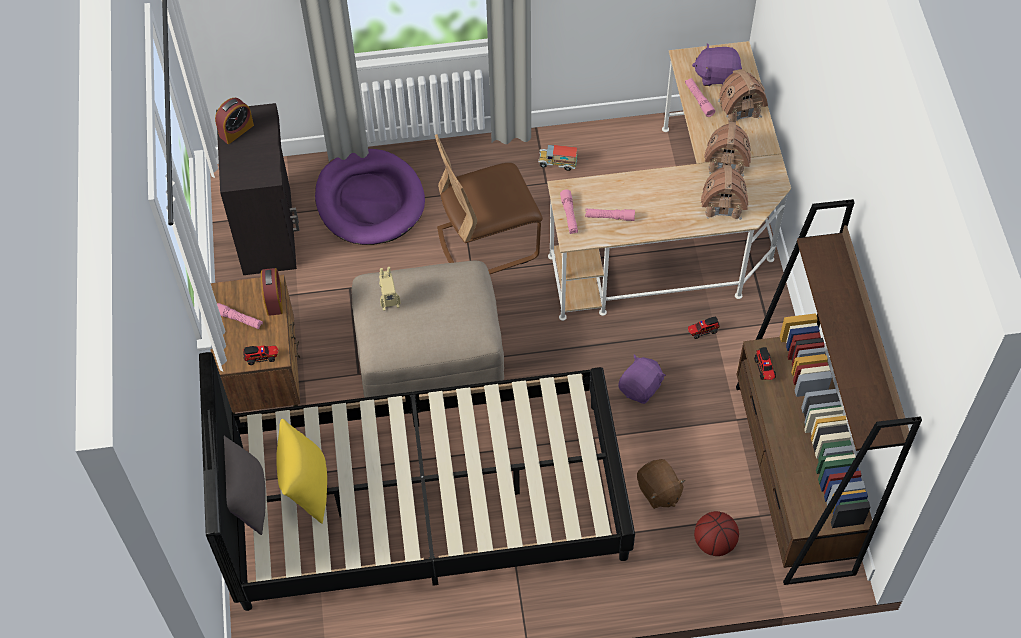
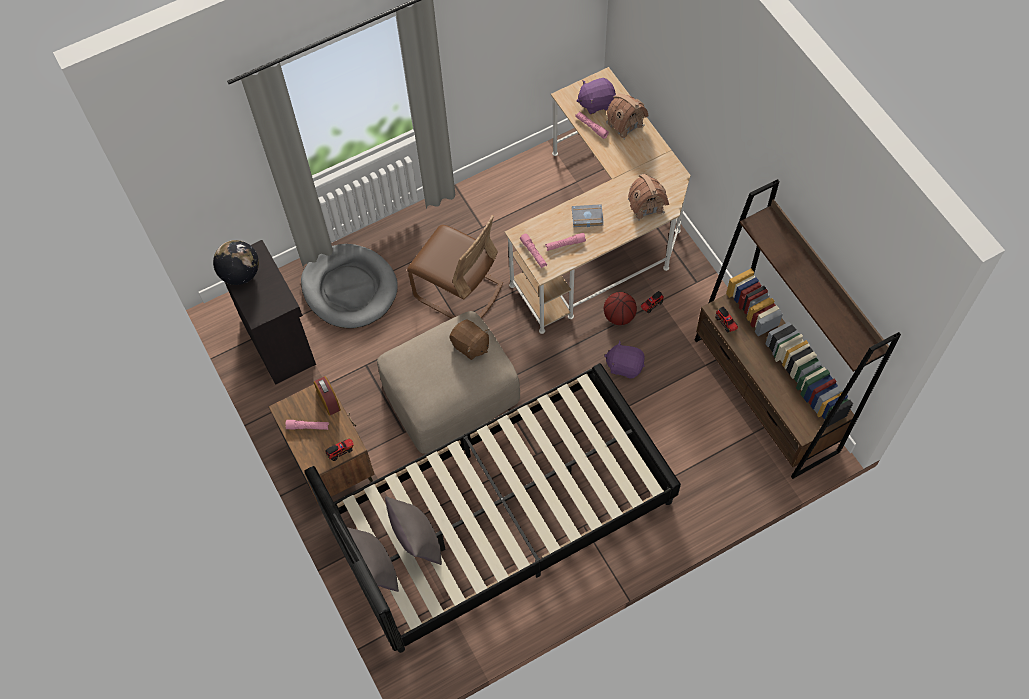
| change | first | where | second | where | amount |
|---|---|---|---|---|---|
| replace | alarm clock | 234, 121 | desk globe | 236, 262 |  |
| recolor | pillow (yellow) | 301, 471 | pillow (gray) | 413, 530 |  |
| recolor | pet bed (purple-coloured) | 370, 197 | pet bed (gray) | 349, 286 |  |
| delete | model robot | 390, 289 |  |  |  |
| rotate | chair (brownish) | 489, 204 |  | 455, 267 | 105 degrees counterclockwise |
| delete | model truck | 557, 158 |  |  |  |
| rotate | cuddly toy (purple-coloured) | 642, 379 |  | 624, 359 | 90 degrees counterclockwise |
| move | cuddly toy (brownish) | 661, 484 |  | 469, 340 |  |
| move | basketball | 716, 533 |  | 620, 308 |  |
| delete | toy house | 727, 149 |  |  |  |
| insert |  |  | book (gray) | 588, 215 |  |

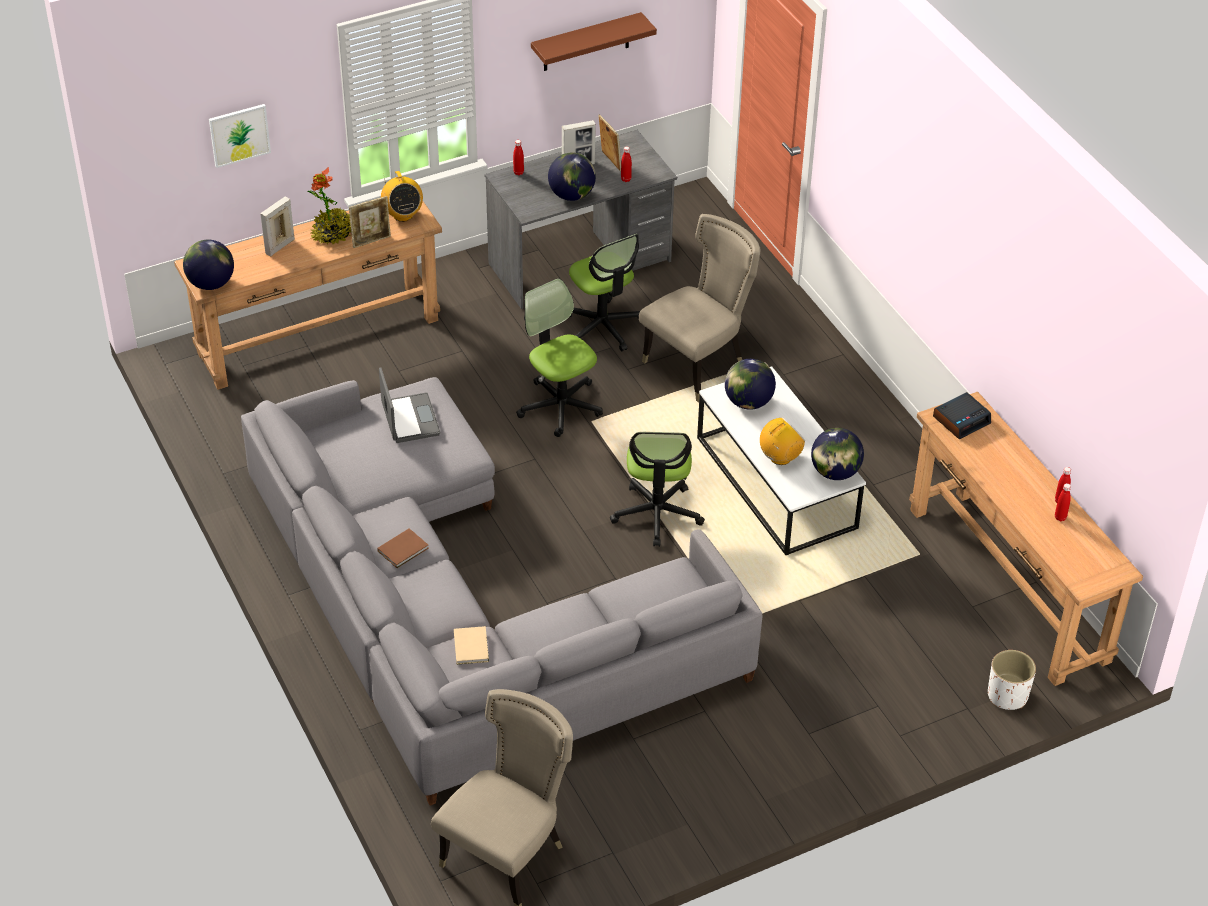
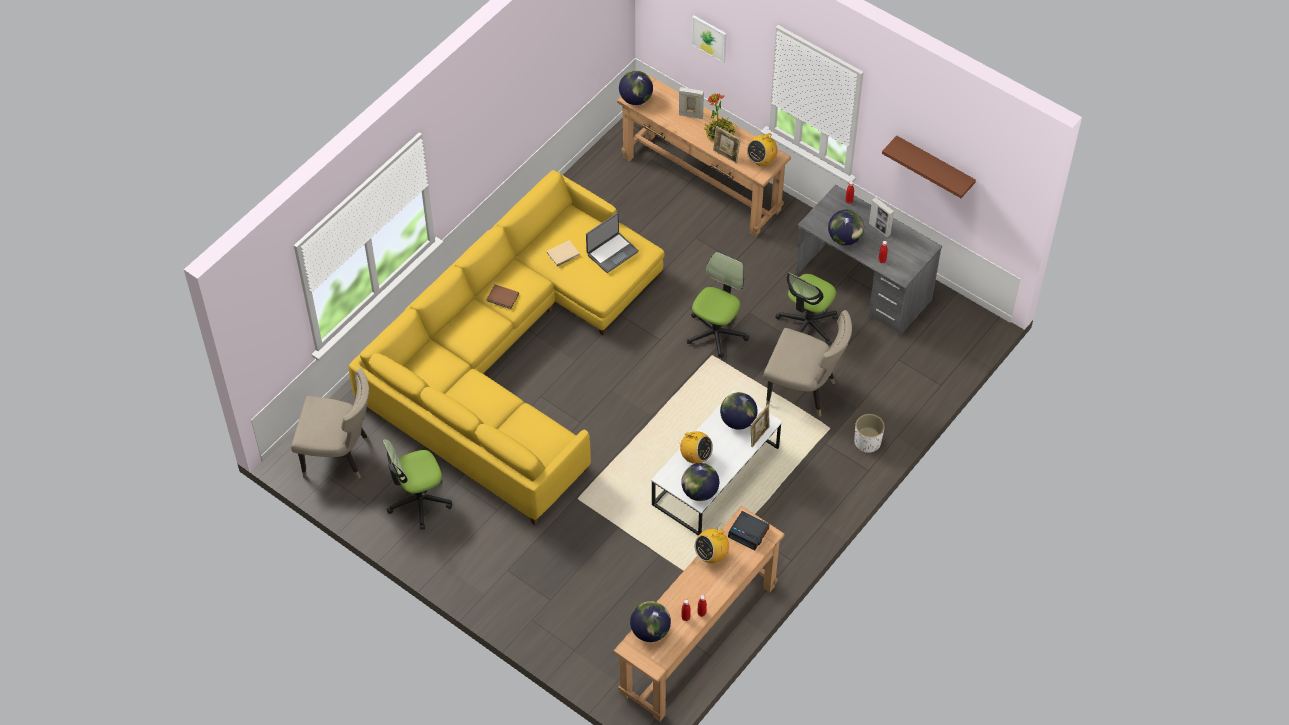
| change | first | where | second | where | amount |
|---|---|---|---|---|---|
| recolor | sofa (gray) | 502, 591 | sofa (yellow) | 507, 347 |  |
| move | book (beige-coloured) | 471, 645 |  | 563, 253 |  |
| move | standing frame | 609, 143 |  | 760, 425 |  |
| move | computer chair | 657, 489 |  | 417, 484 |  |
| move | plant pot (white) | 1012, 680 |  | 869, 433 |  |
| insert |  |  | desk globe | 650, 621 |  |
| insert |  |  | radio receiver | 712, 543 |  |

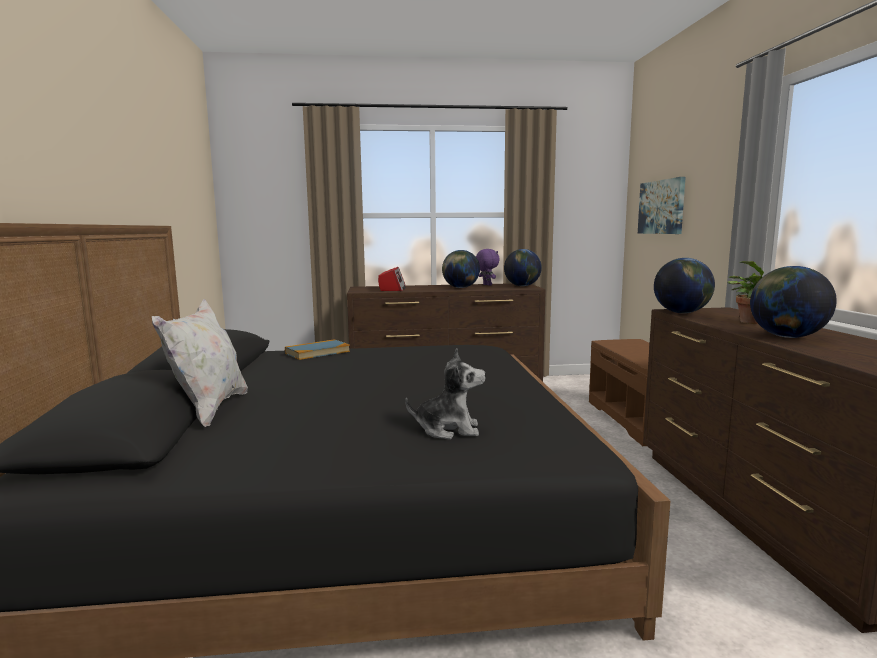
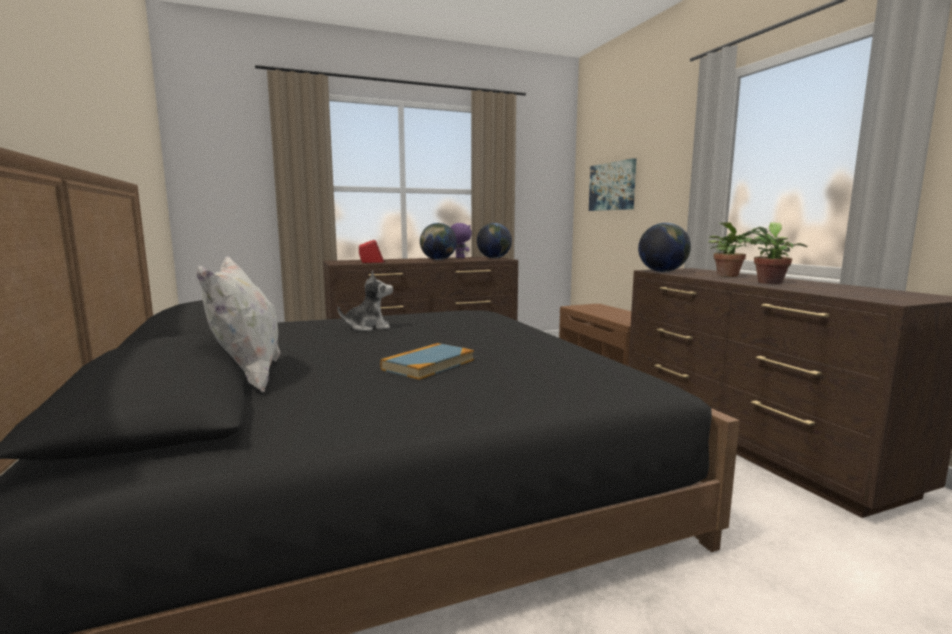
| change | first | where | second | where | amount |
|---|---|---|---|---|---|
| move | book | 317, 349 |  | 427, 361 |  |
| move | cuddly toy | 445, 393 |  | 365, 301 |  |
| replace | desk globe | 793, 302 | plant in a pot | 777, 253 |  |

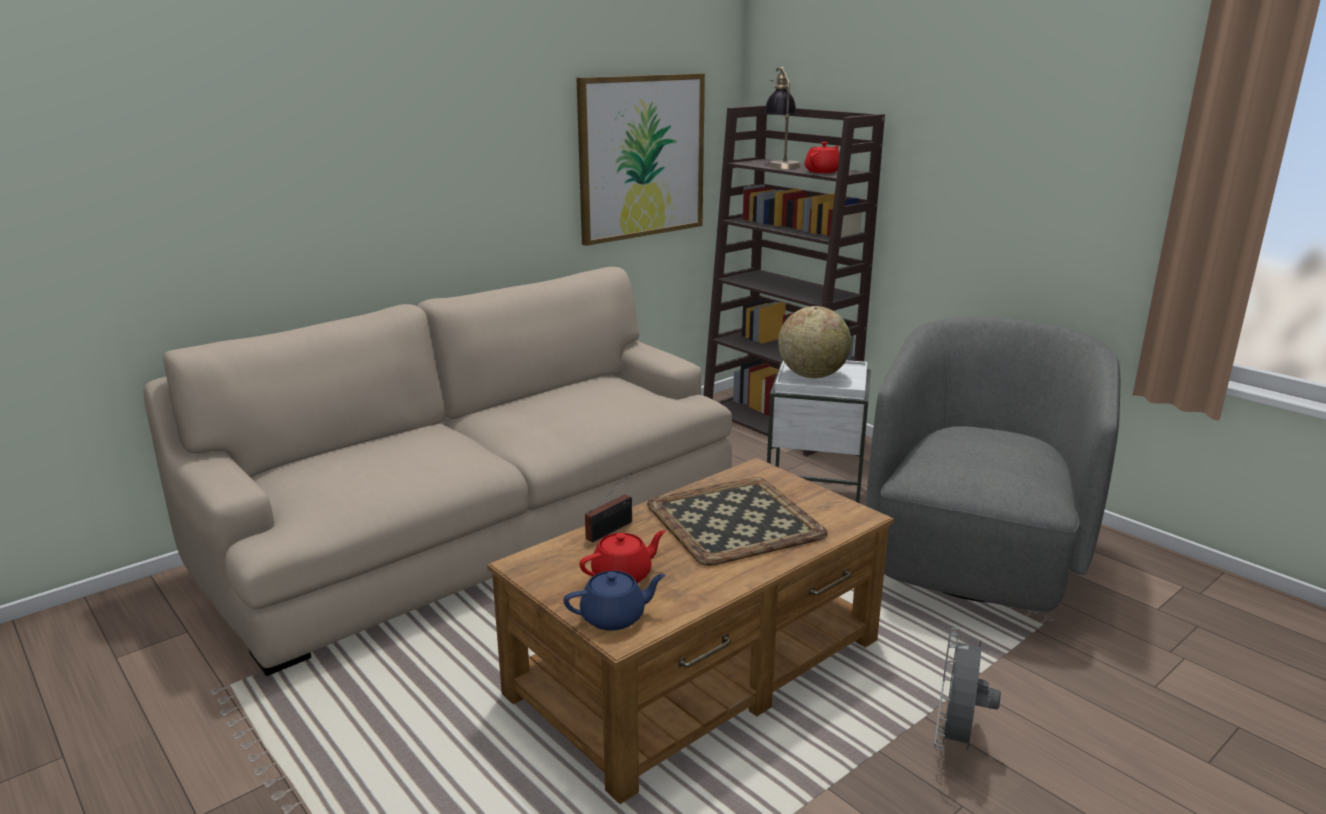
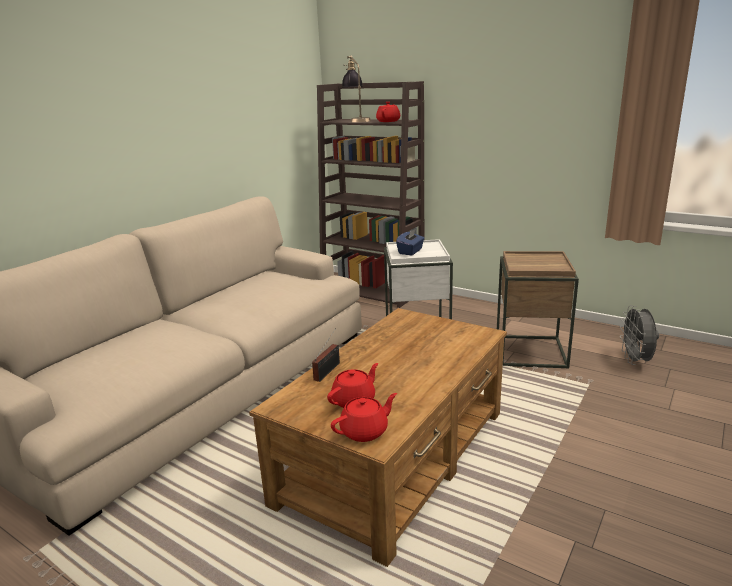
| change | first | where | second | where | amount |
|---|---|---|---|---|---|
| recolor | pot for tea (blue) | 615, 601 | pot for tea (red) | 364, 417 |  |
| delete | wall art | 640, 159 |  |  |  |
| delete | carrying tray | 737, 521 |  |  |  |
| replace | desk globe | 814, 342 | tissue box (blue) | 410, 242 |  |
| replace | easy chair (gray) | 993, 464 | end table (brownish) | 538, 310 |  |
| move | fan (gray) | 967, 689 |  | 639, 335 |  |

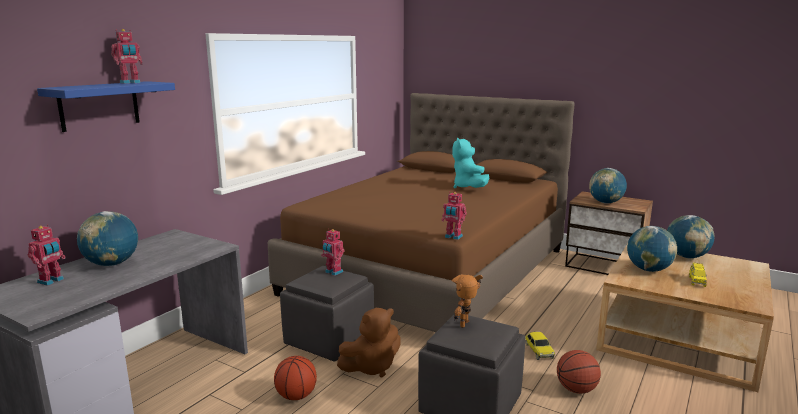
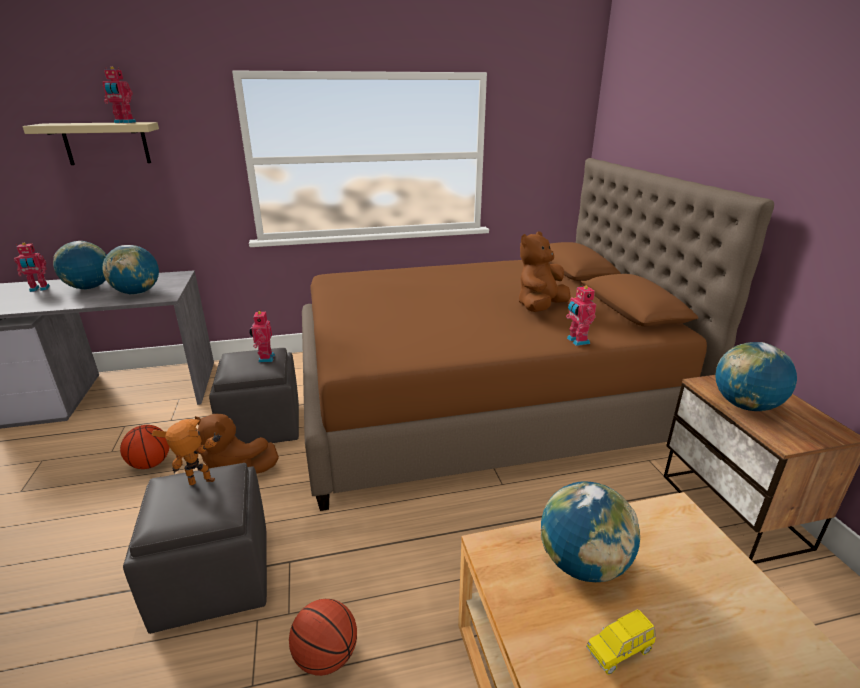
| change | first | where | second | where | amount |
|---|---|---|---|---|---|
| recolor | shelf (blue) | 106, 106 | shelf (beige-coloured) | 90, 143 |  |
| move | model robot | 454, 216 |  | 581, 315 |  |
| recolor | cuddly toy (blue-green) | 470, 163 | cuddly toy (brownish) | 545, 271 |  |
| delete | model car | 540, 346 |  |  |  |
| move | desk globe | 691, 236 |  | 130, 270 |  |

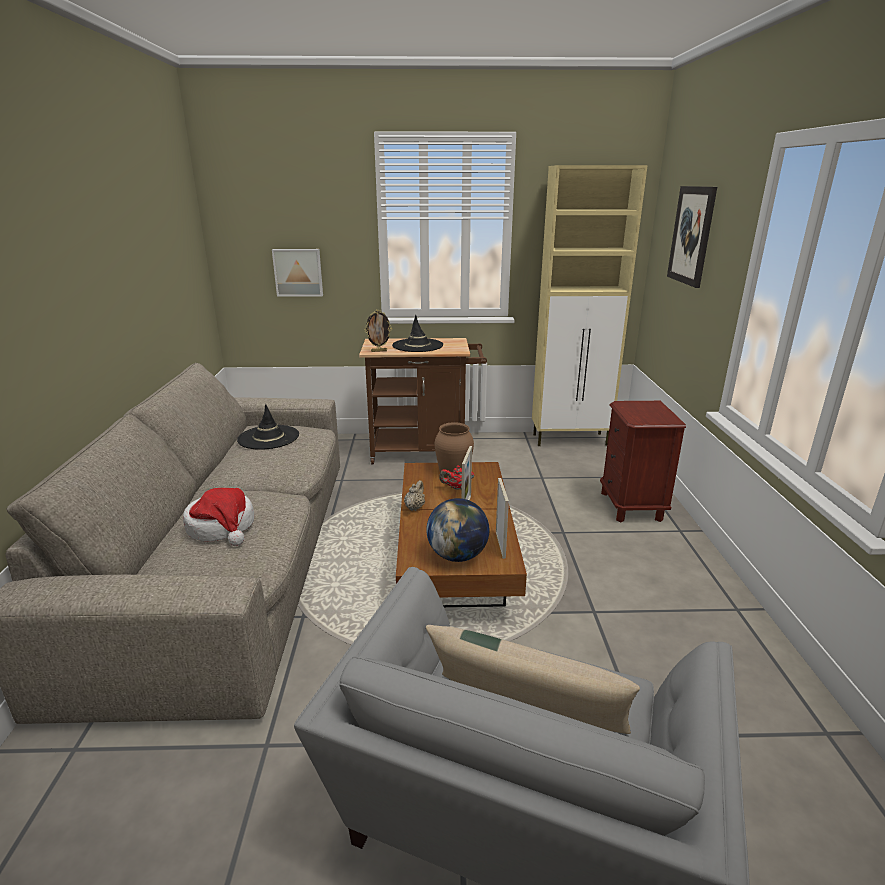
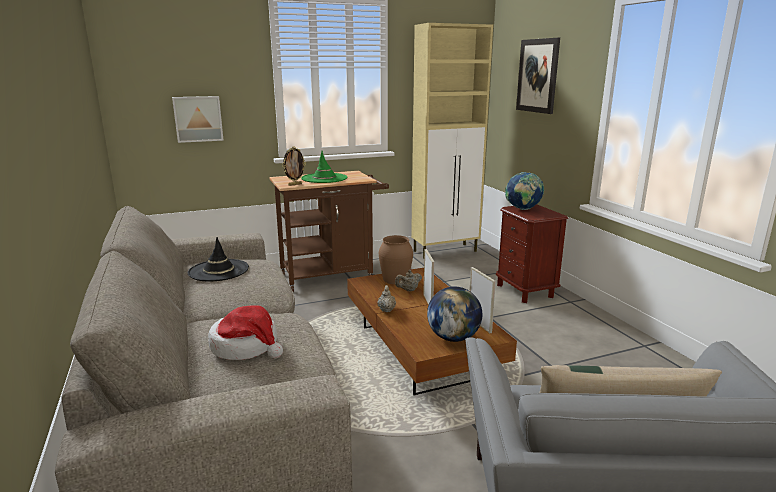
| change | first | where | second | where | amount |
|---|---|---|---|---|---|
| recolor | clothing hat (black) | 417, 333 | clothing hat (greenish) | 324, 167 |  |
| recolor | pot for tea (red) | 456, 478 | pot for tea (beige-coloured) | 408, 280 |  |
| insert |  |  | desk globe | 524, 191 |  |

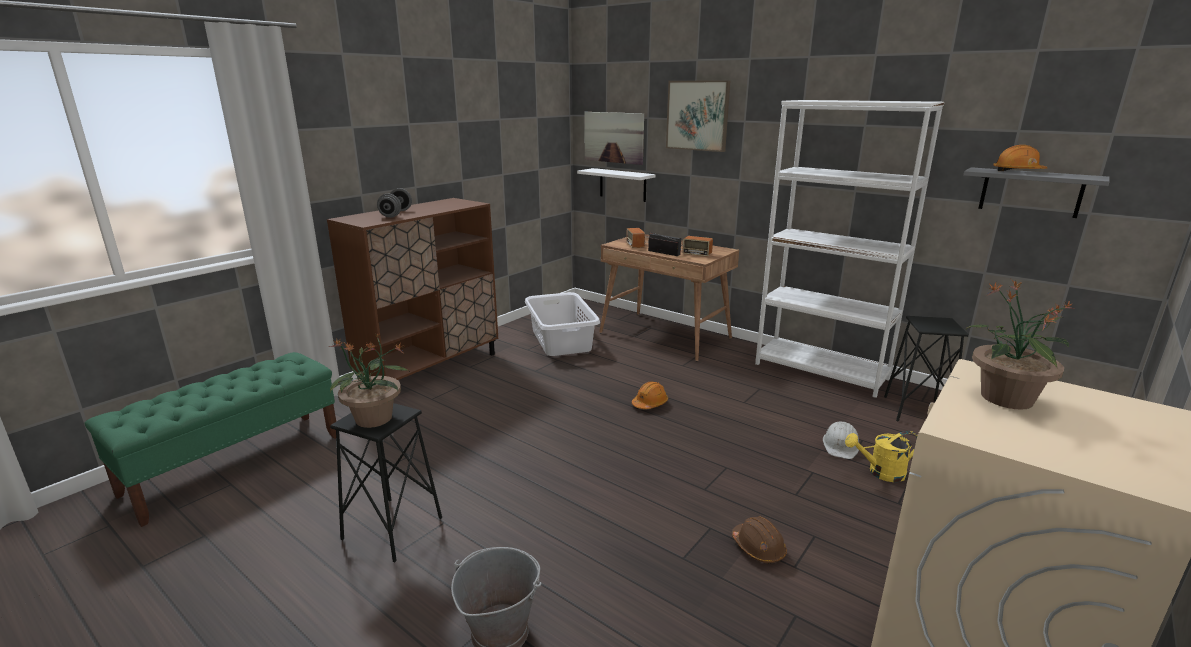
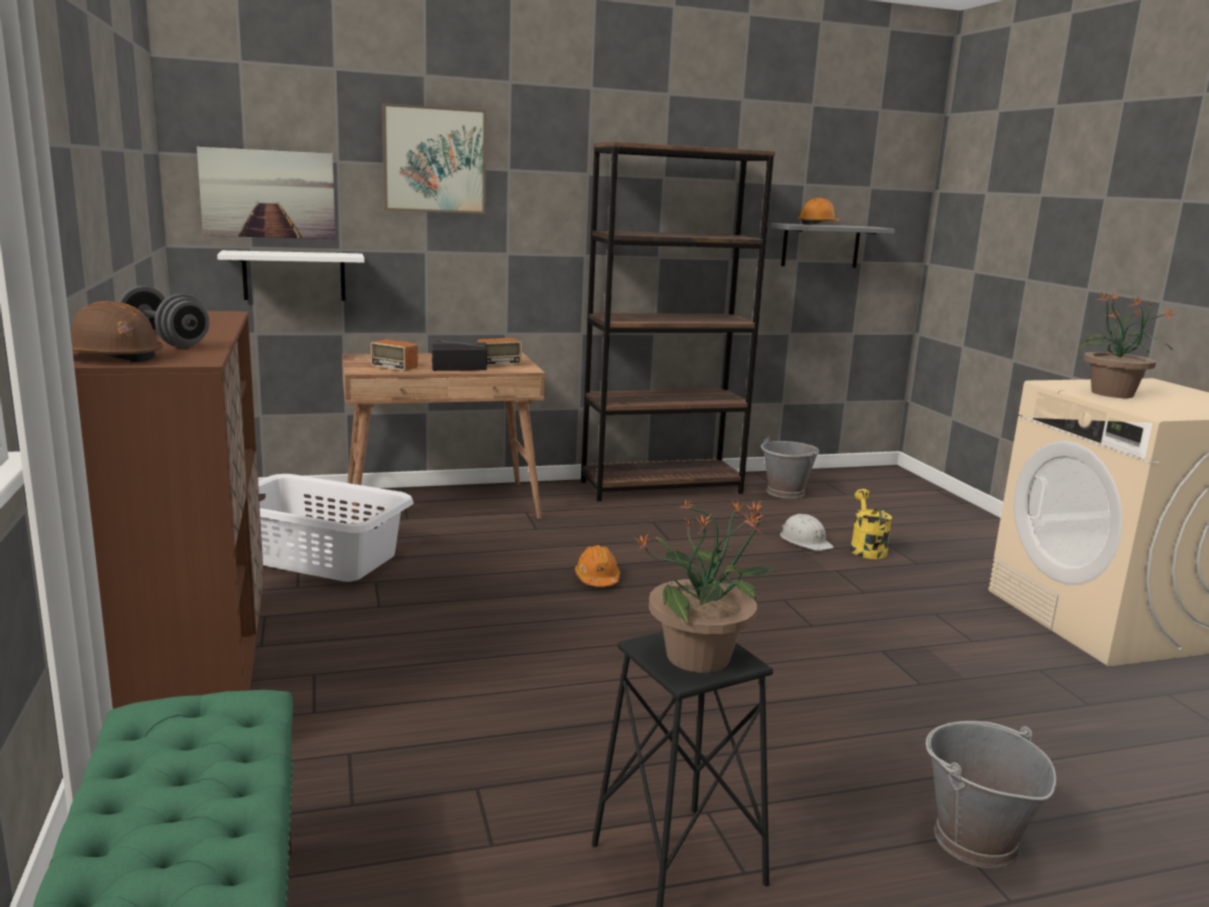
| change | first | where | second | where | amount |
|---|---|---|---|---|---|
| move | safety helmet (brownish) | 759, 539 |  | 117, 332 |  |
| recolor | bookshelf (white) | 849, 249 | bookshelf (brownish) | 678, 321 |  |
| rotate | sprinkling can (yellow) | 881, 456 |  | 871, 524 | 150 degrees clockwise |
| replace | stool seat (black) | 926, 368 | water bucket (gray) | 790, 467 |  |

